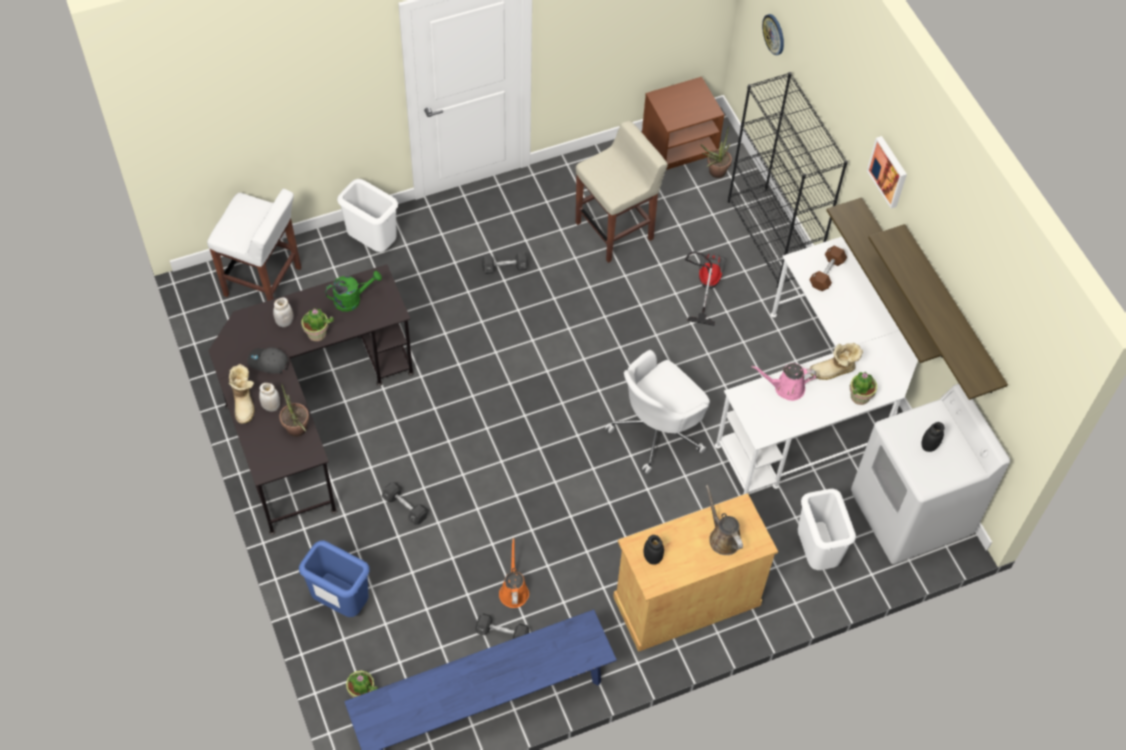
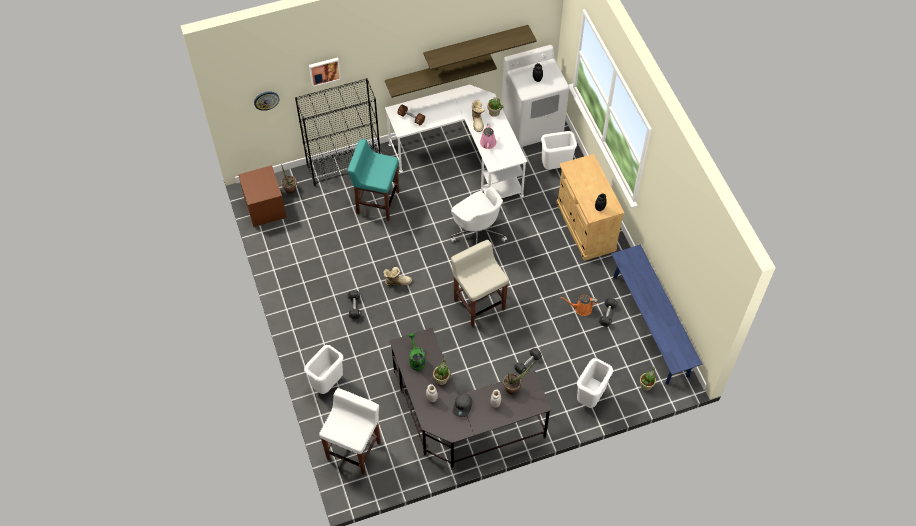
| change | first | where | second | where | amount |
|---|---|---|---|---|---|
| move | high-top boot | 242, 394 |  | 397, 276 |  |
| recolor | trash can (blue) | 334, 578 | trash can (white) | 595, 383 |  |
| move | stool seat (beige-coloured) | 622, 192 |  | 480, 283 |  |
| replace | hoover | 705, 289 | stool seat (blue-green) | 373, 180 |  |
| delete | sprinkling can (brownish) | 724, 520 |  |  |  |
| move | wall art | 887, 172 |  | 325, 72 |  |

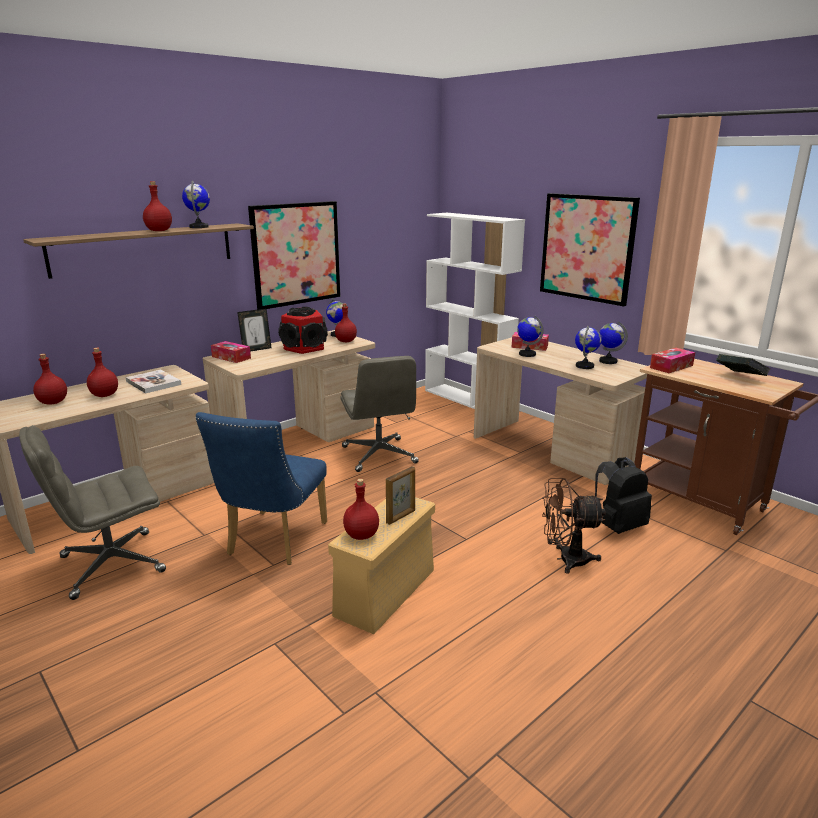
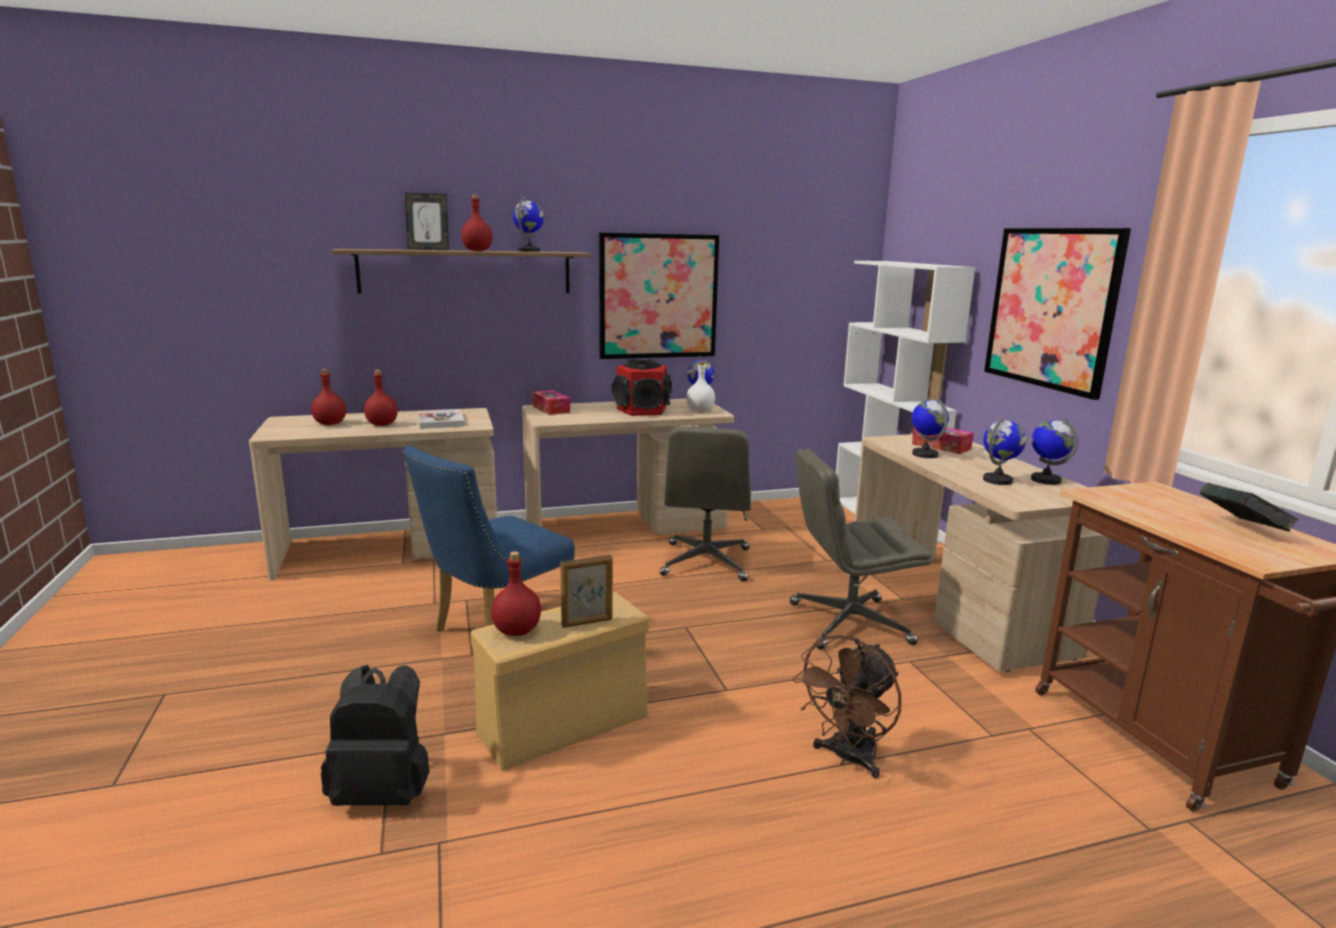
| change | first | where | second | where | amount |
|---|---|---|---|---|---|
| move | computer chair (gray) | 92, 512 |  | 860, 549 |  |
| move | standing frame | 254, 330 |  | 427, 221 |  |
| recolor | bottle (red) | 346, 323 | bottle (white) | 700, 386 |  |
| rotate | fan (brownish) | 574, 526 |  | 847, 706 | 75 degrees counterclockwise |
| move | knapsack (black) | 623, 495 |  | 375, 735 |  |
| delete | tissue box | 672, 360 |  |  |  |

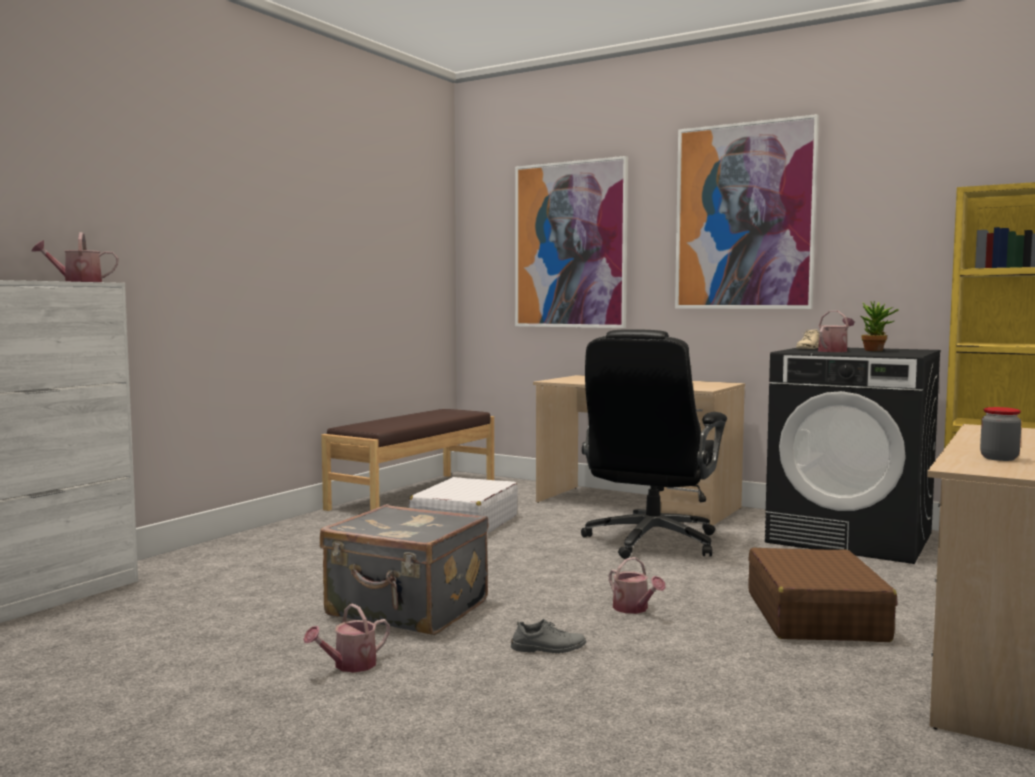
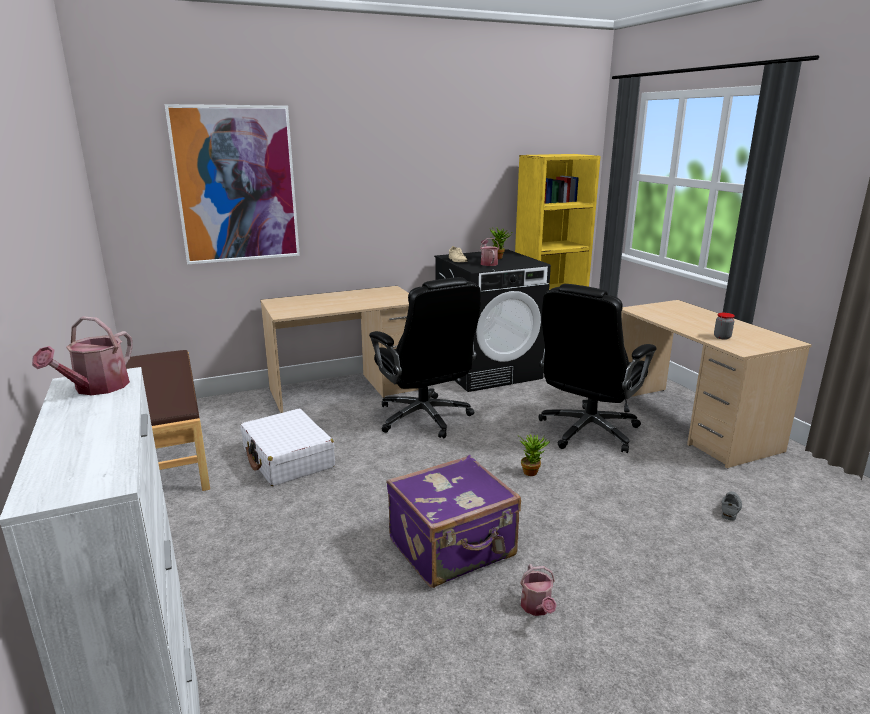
| change | first | where | second | where | amount |
|---|---|---|---|---|---|
| recolor | suitcase (gray) | 404, 569 | suitcase (purple-coloured) | 453, 521 |  |
| move | shoe (gray) | 548, 636 |  | 732, 505 |  |
| replace | sprinkling can | 637, 585 | plant in a pot | 534, 455 |  |
| delete | wall art | 747, 211 |  |  |  |
| replace | suitcase (brownish) | 822, 595 | computer chair (black) | 598, 368 |  |

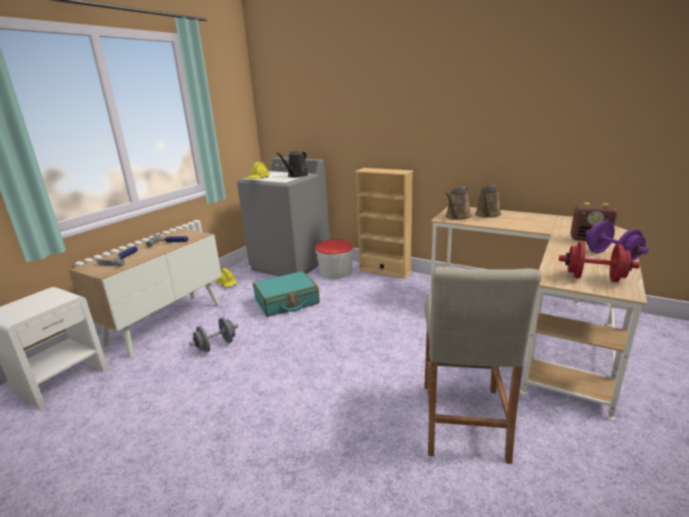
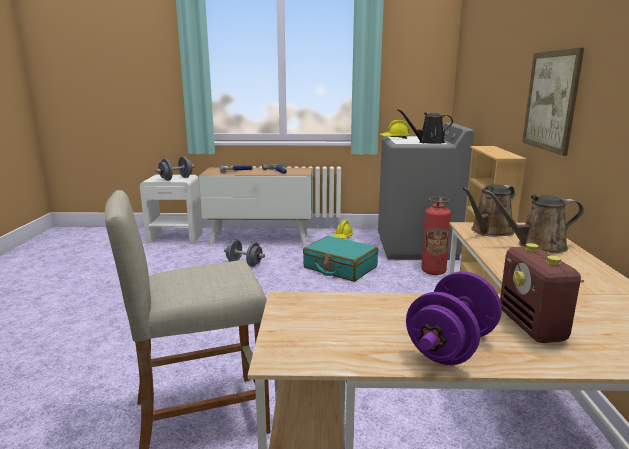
| change | first | where | second | where | amount |
|---|---|---|---|---|---|
| replace | water bucket | 334, 259 | fire extinguisher | 436, 236 |  |
| rotate | sprinkling can (brownish) | 458, 203 |  | 489, 210 | 45 degrees counterclockwise |
| delete | dumbbell (red) | 599, 261 |  |  |  |
| insert |  |  | dumbbell (gray) | 175, 168 |  |
| insert |  |  | wall art | 553, 102 |  |

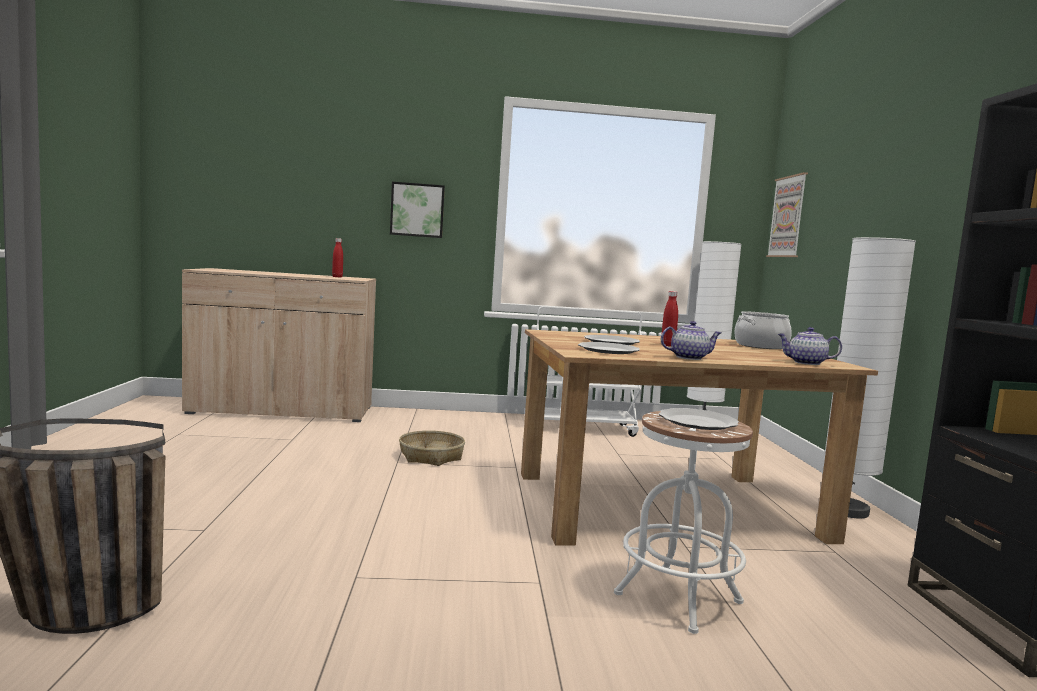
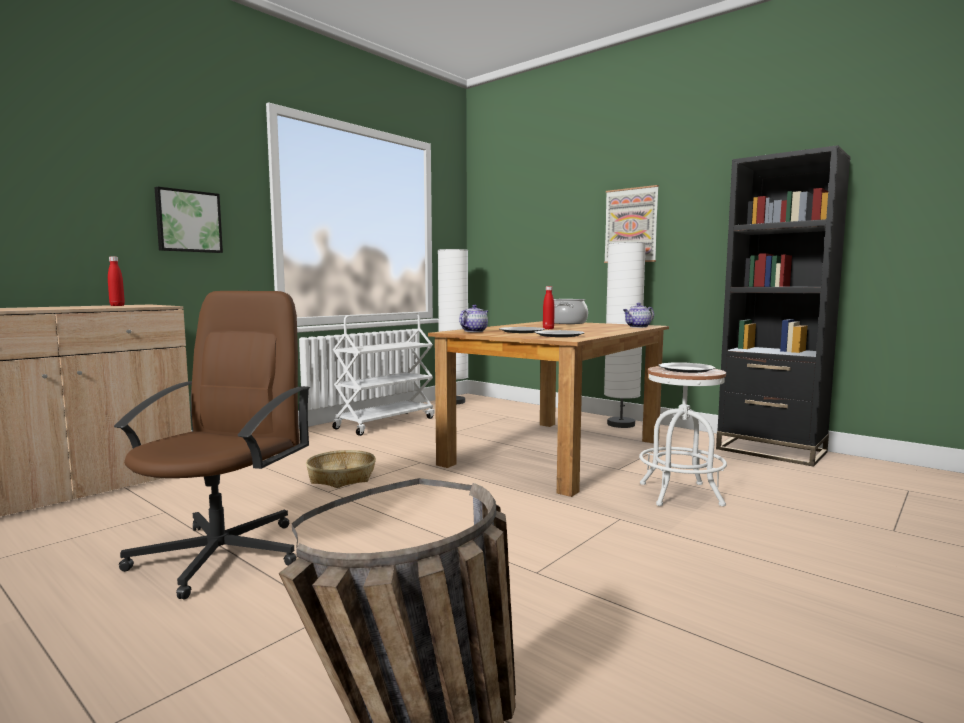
| change | first | where | second | where | amount |
|---|---|---|---|---|---|
| move | pot for tea | 691, 340 |  | 473, 318 |  |
| move | wall art | 787, 214 |  | 631, 224 |  |
| insert |  |  | computer chair (brownish) | 212, 445 |  |

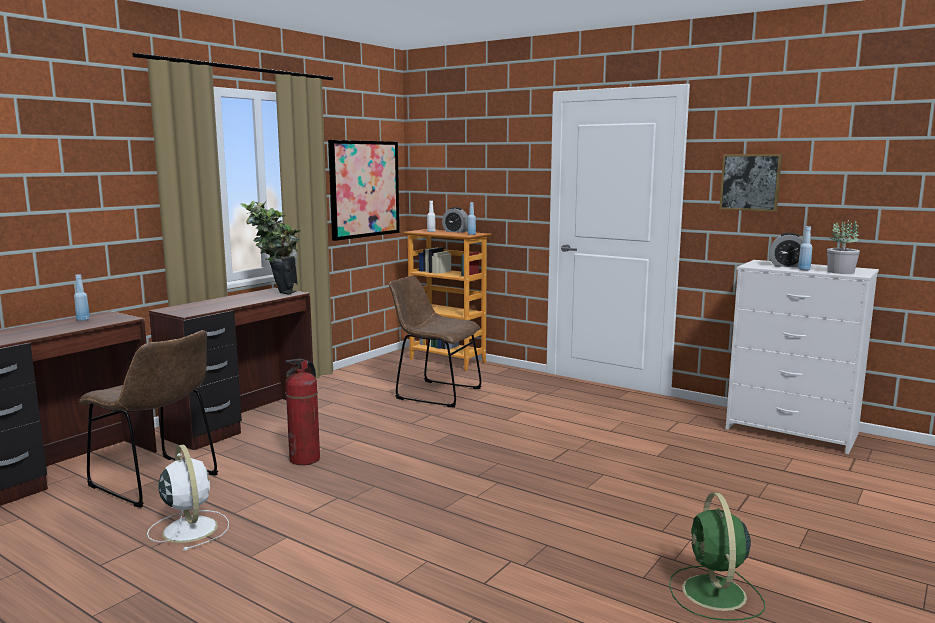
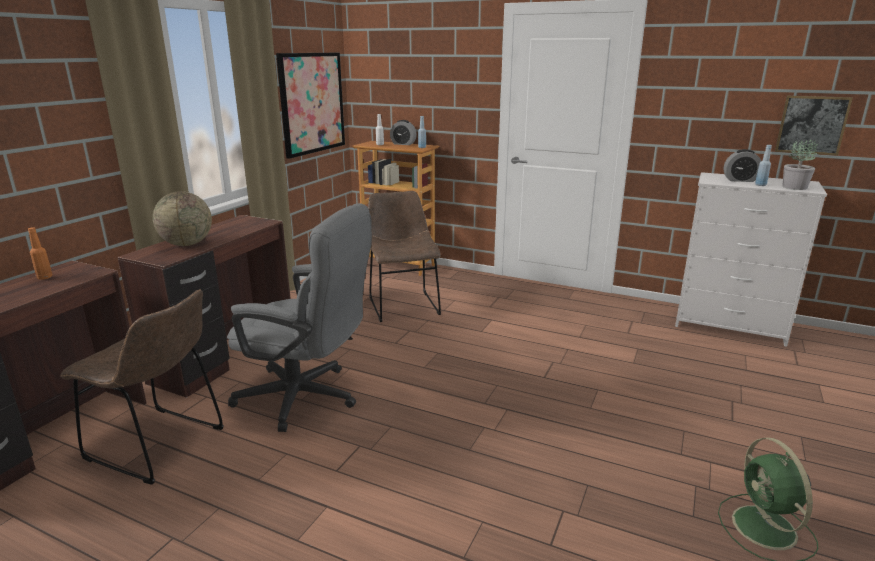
| change | first | where | second | where | amount |
|---|---|---|---|---|---|
| recolor | bottle (blue) | 82, 297 | bottle (orangey) | 40, 253 |  |
| delete | fan (white) | 188, 497 |  |  |  |
| delete | plant in a pot | 271, 247 |  |  |  |
| replace | fire extinguisher | 302, 412 | computer chair (gray) | 299, 317 |  |
| rotate | chair (brownish) | 435, 341 |  | 404, 256 | 60 degrees clockwise |
| move | wall art | 750, 183 |  | 813, 125 |  |
| insert |  |  | desk globe | 182, 218 |  |

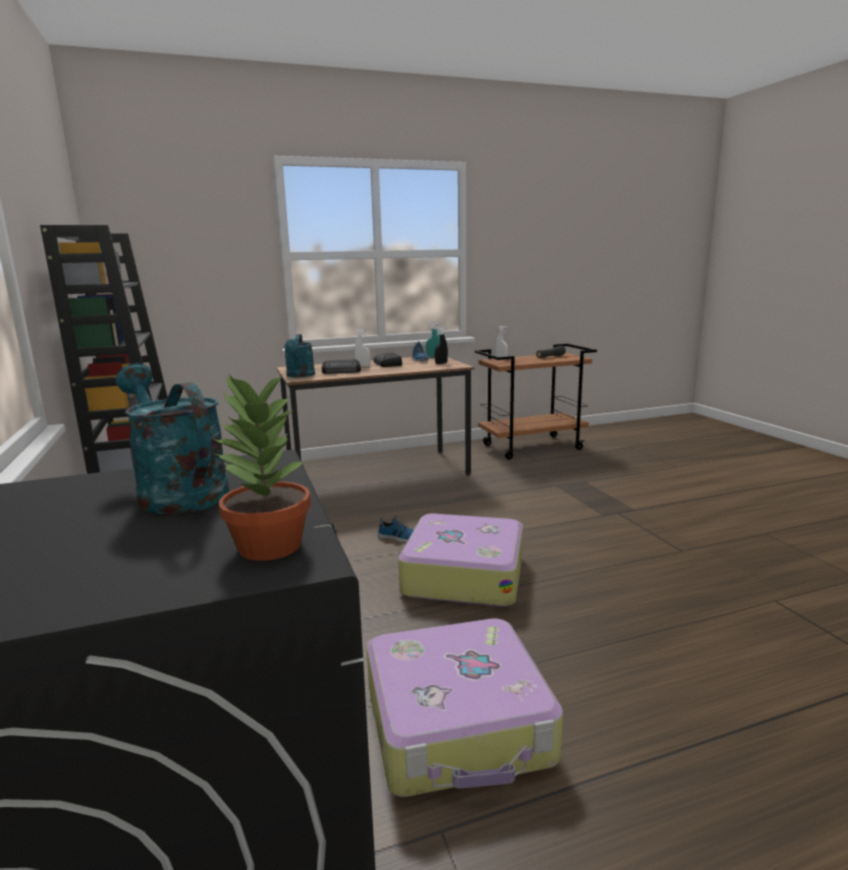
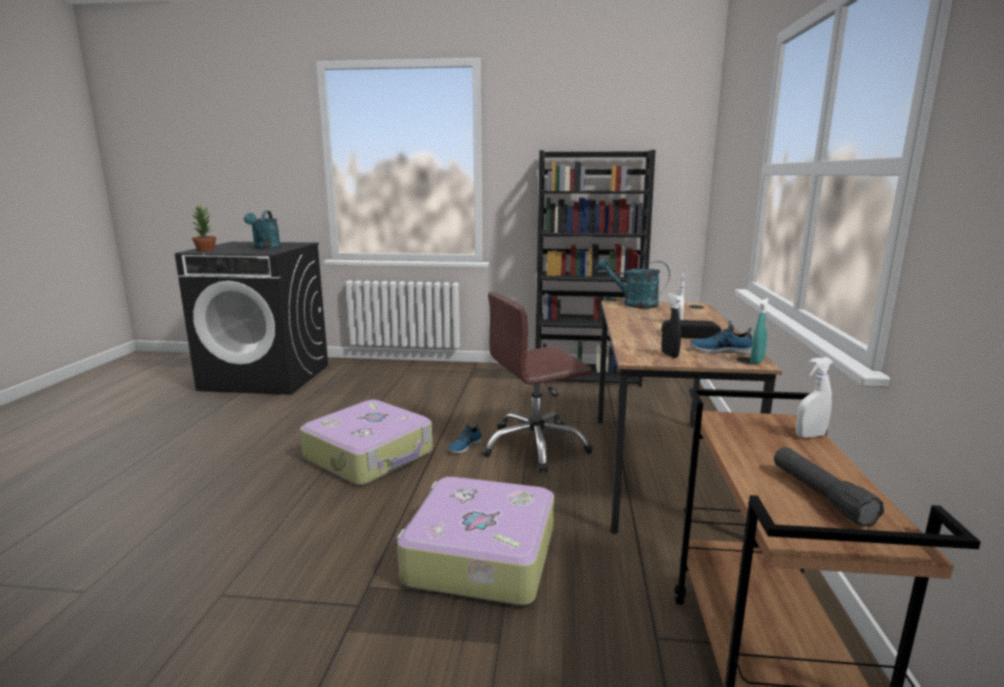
| change | first | where | second | where | amount |
|---|---|---|---|---|---|
| rotate | sprinkling can (blue-green) | 172, 439 |  | 262, 230 | 105 degrees clockwise |
| delete | radio receiver | 341, 366 |  |  |  |
| move | suitcase | 465, 707 |  | 475, 541 |  |
| insert |  |  | computer chair (brownish) | 537, 382 |  |

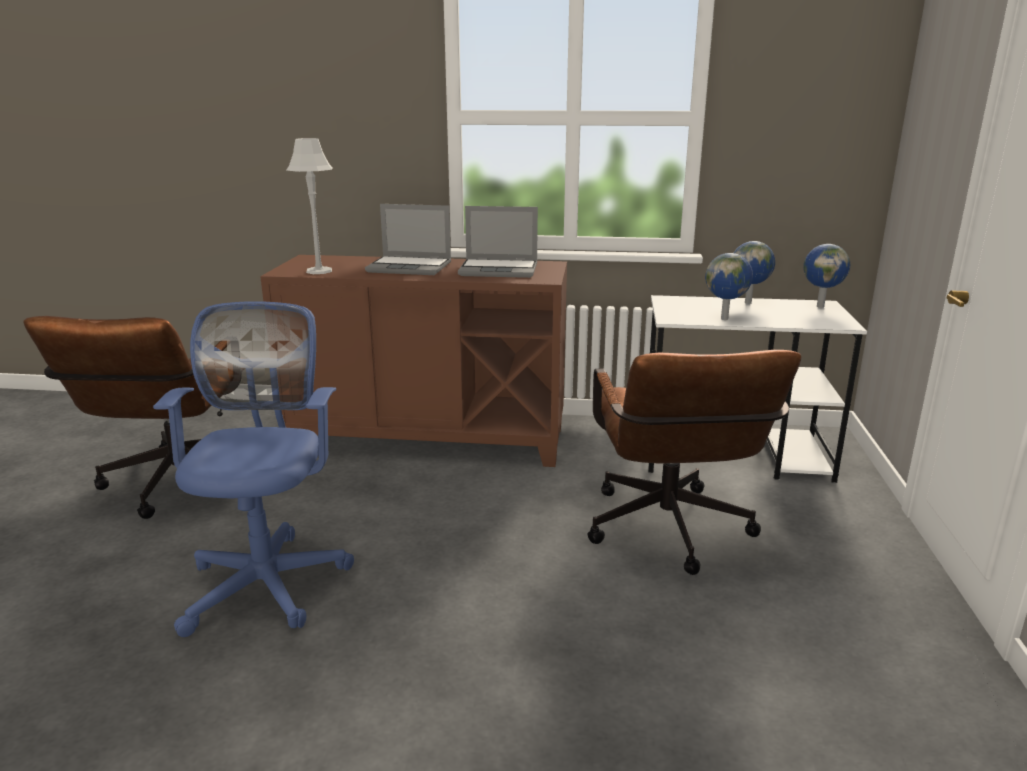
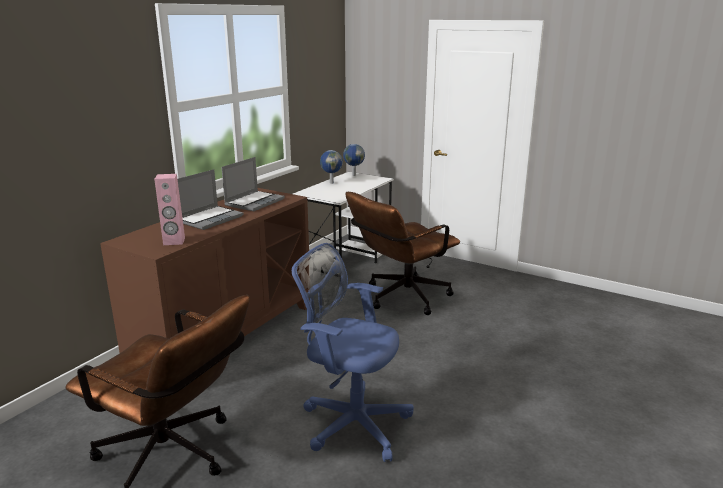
| change | first | where | second | where | amount |
|---|---|---|---|---|---|
| replace | table lamp (gray) | 309, 206 | audio speaker (pink-coloured) | 169, 209 |  |
| rotate | computer chair (brownish) | 694, 462 |  | 403, 253 | 120 degrees clockwise |
| delete | desk globe | 729, 286 |  |  |  |

